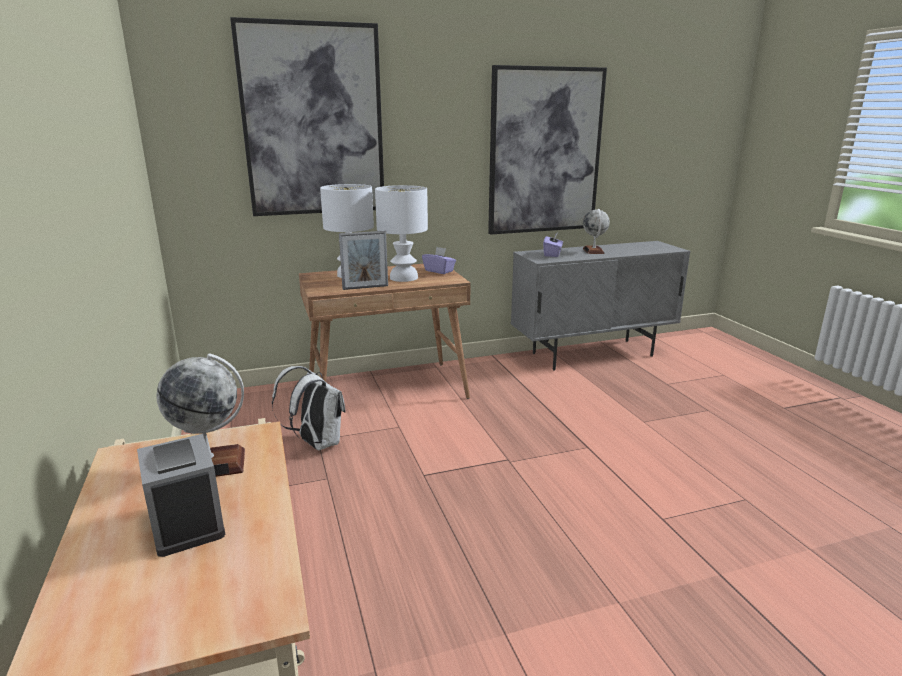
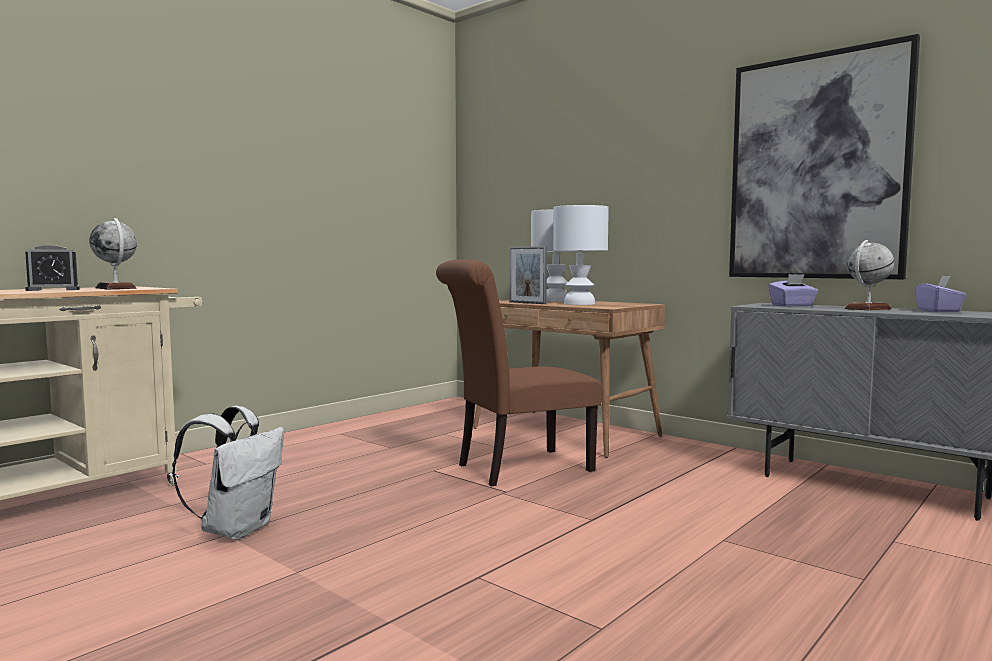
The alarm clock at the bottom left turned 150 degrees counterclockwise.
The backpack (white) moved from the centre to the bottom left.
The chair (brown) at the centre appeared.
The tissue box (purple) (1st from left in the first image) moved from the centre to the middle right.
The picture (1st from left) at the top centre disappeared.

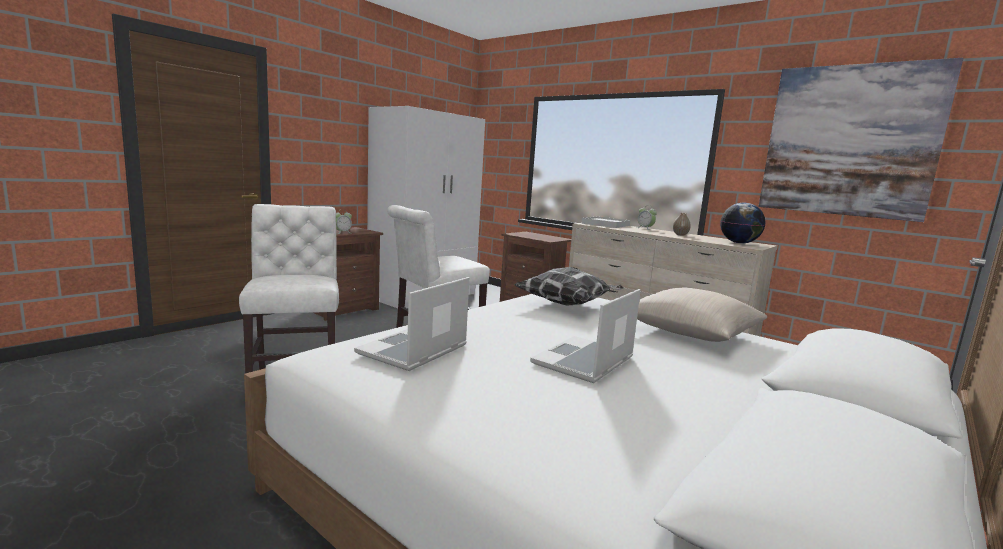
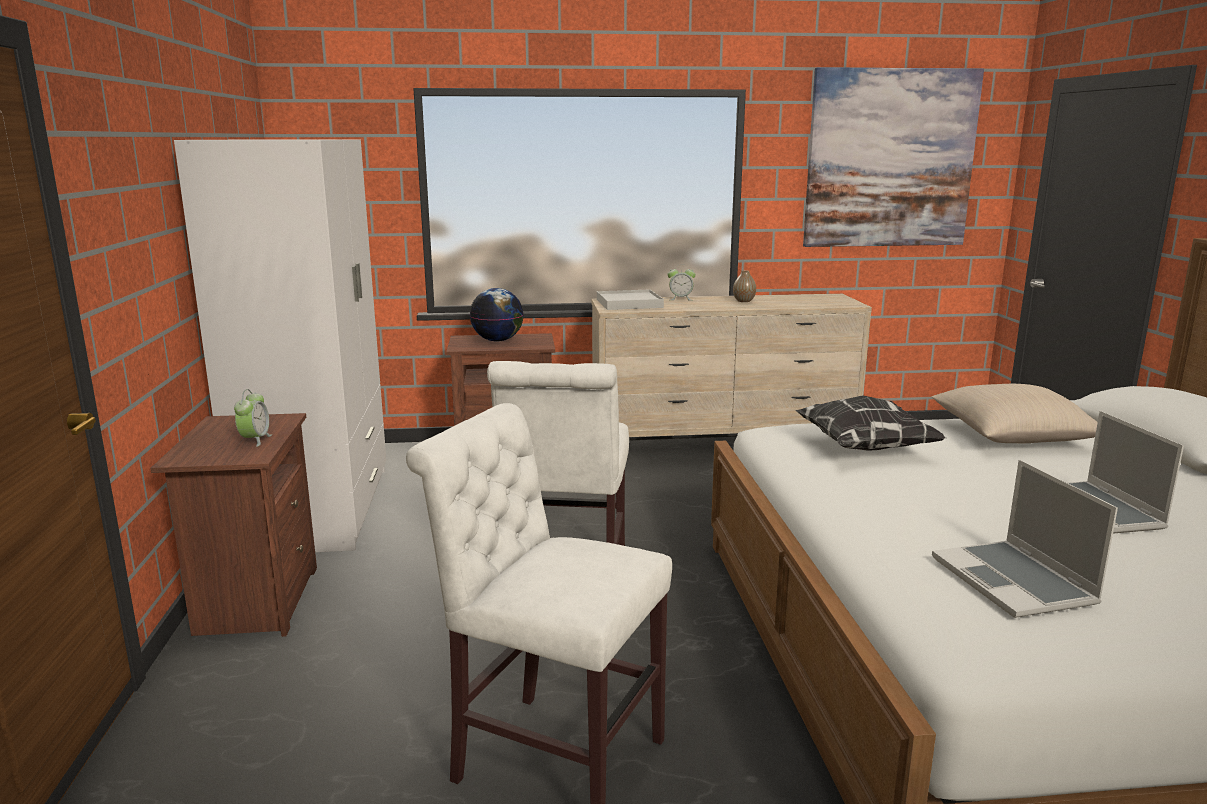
The globe moved from the middle right to the centre.

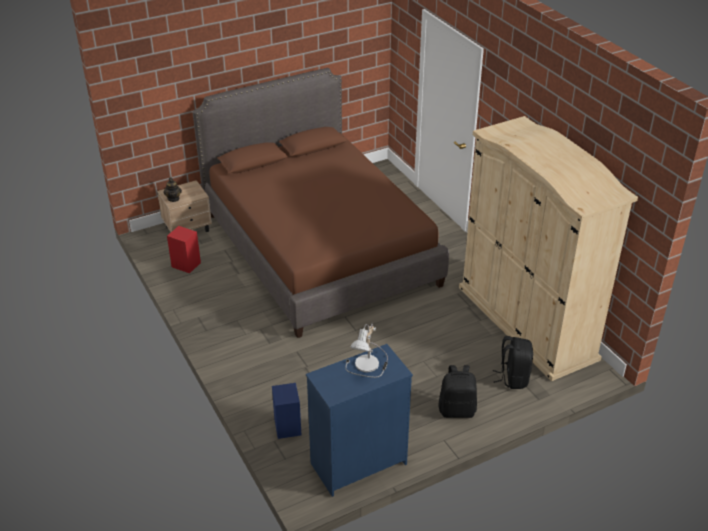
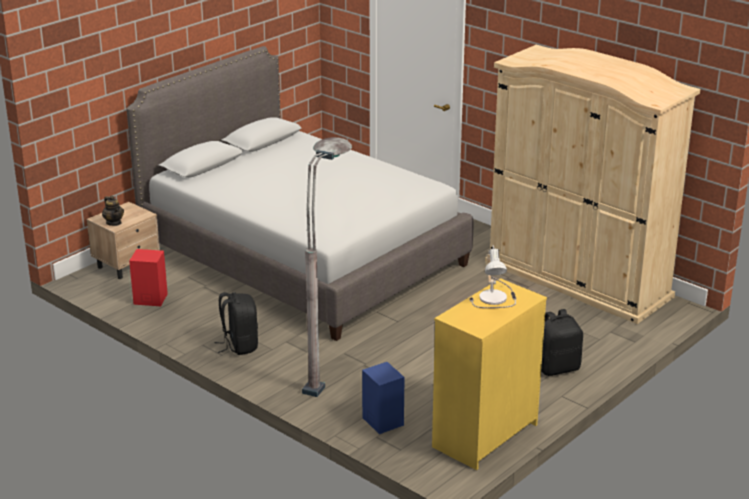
The bed (brown) at the centre became the bed (grey) at the centre.
The backpack (black) (2nd from left in the first image) moved from the bottom right to the middle left.
The floor lamp (grey) at the centre appeared.
The dresser (blue) at the bottom centre became the dresser (yellow) at the bottom centre.

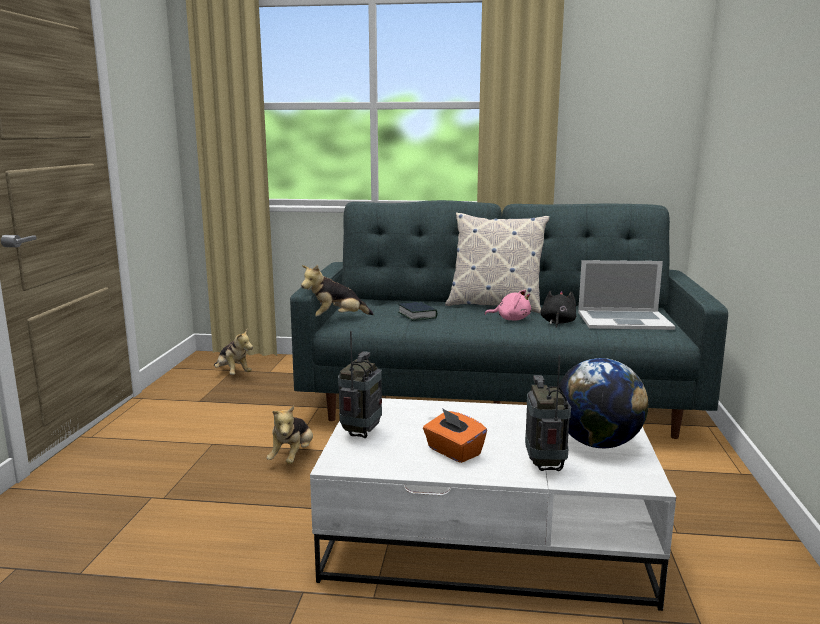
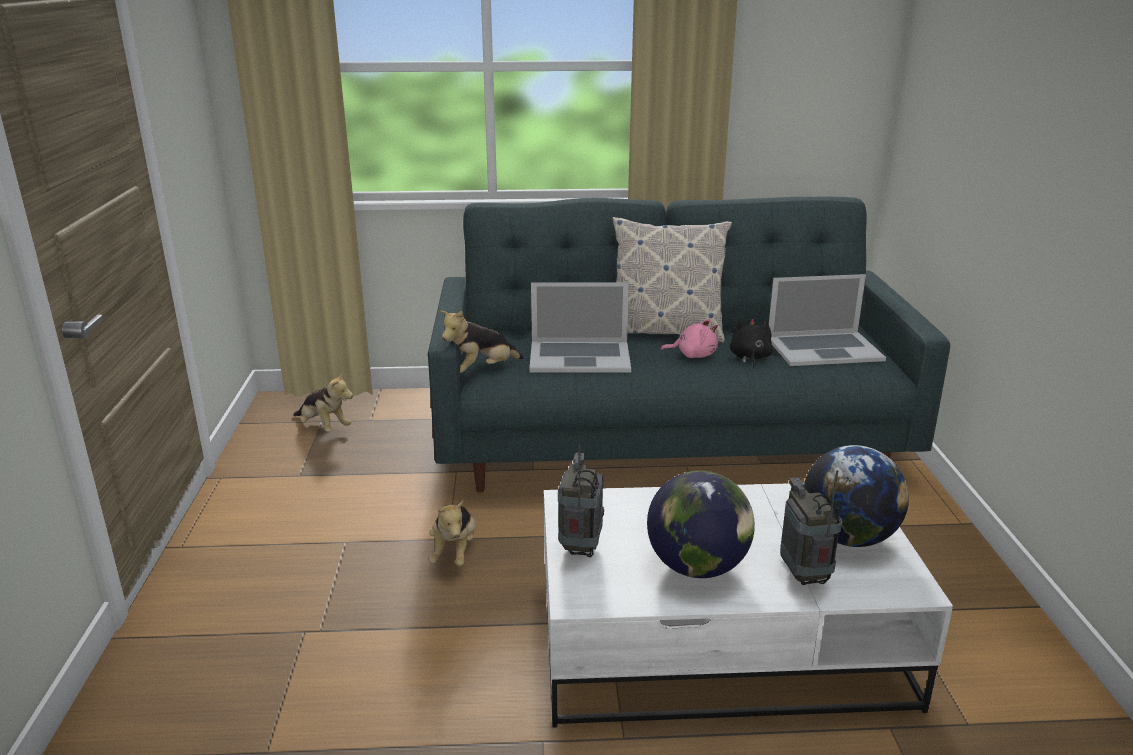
The book at the centre was replaced by the laptop (1st from left) at the centre.
The tissue box (orange) at the bottom centre was replaced by the globe (1st from left) at the bottom centre.

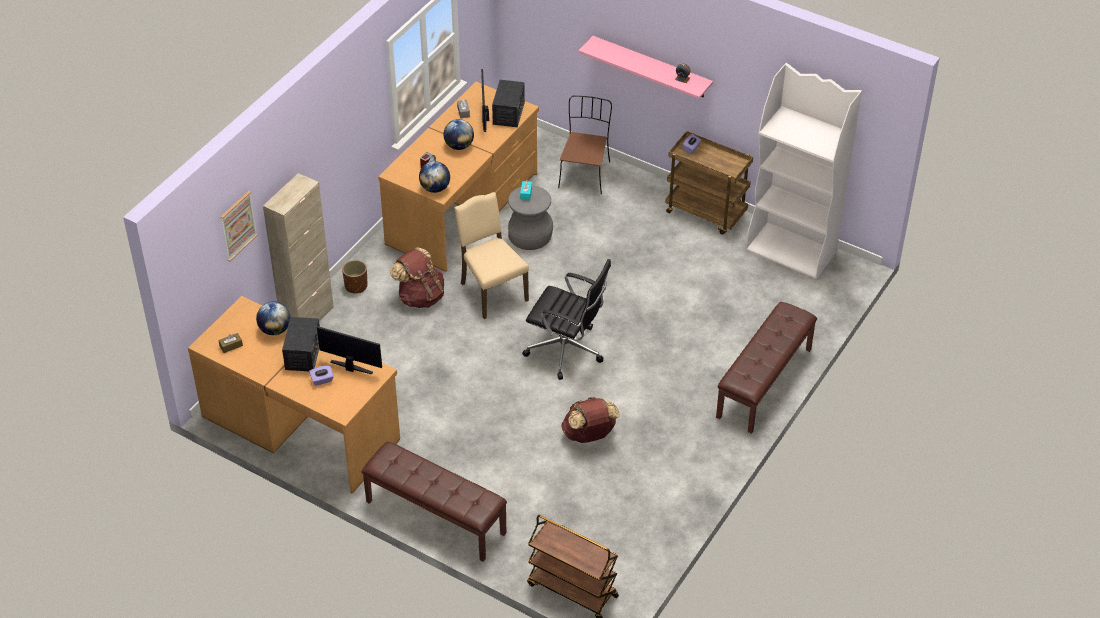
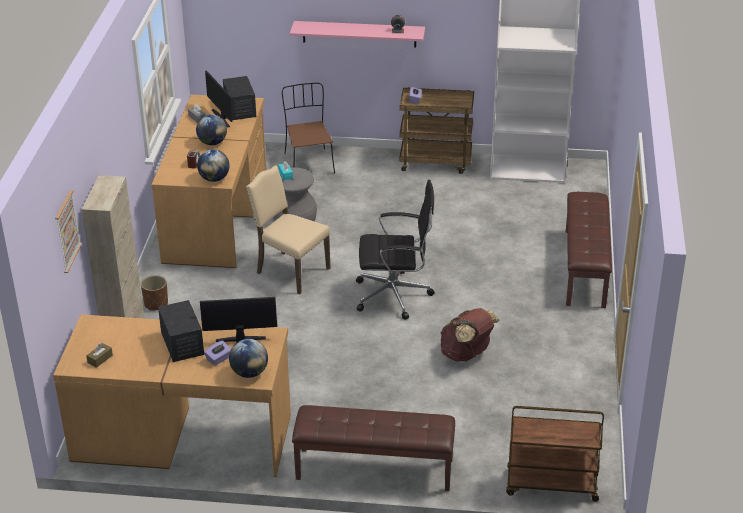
The globe (1st from left in the first image) moved from the middle left to the bottom centre.
The backpack (brown) (1st from left) at the centre disappeared.

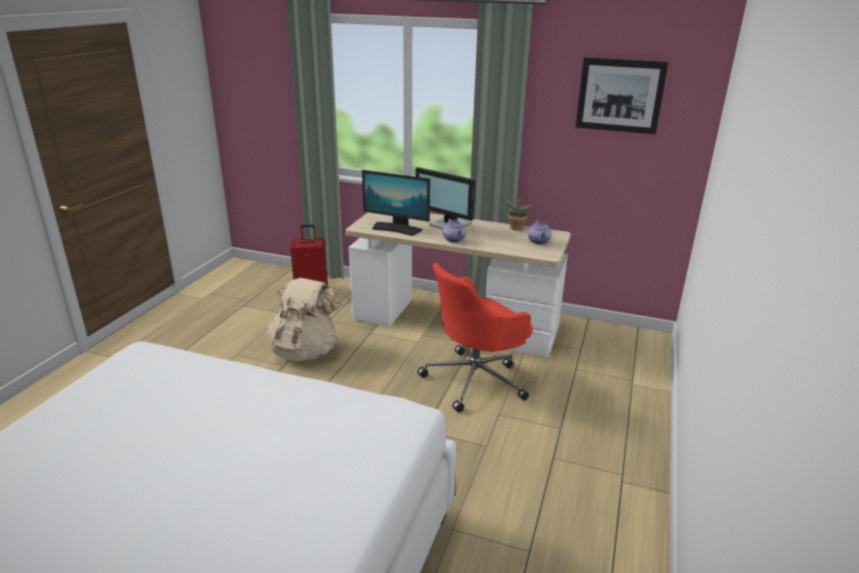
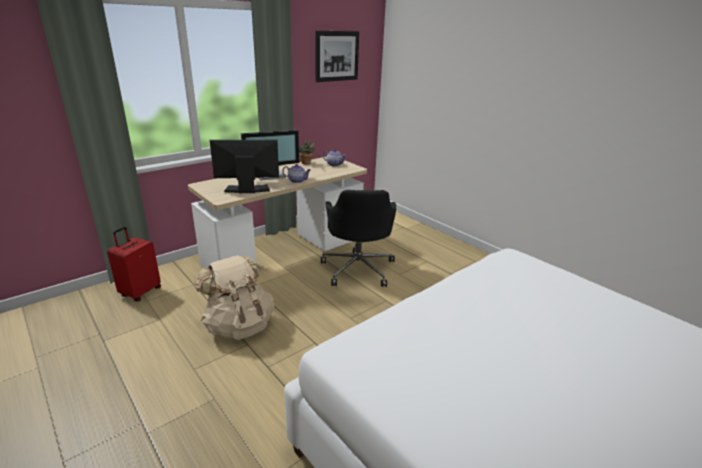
The monitor (1st from left) at the centre turned 150 degrees counterclockwise.
The office chair (red) at the centre became the office chair (black) at the centre.

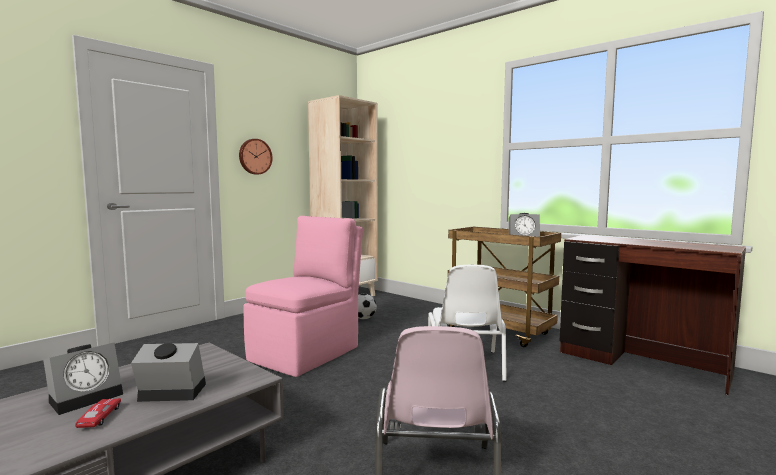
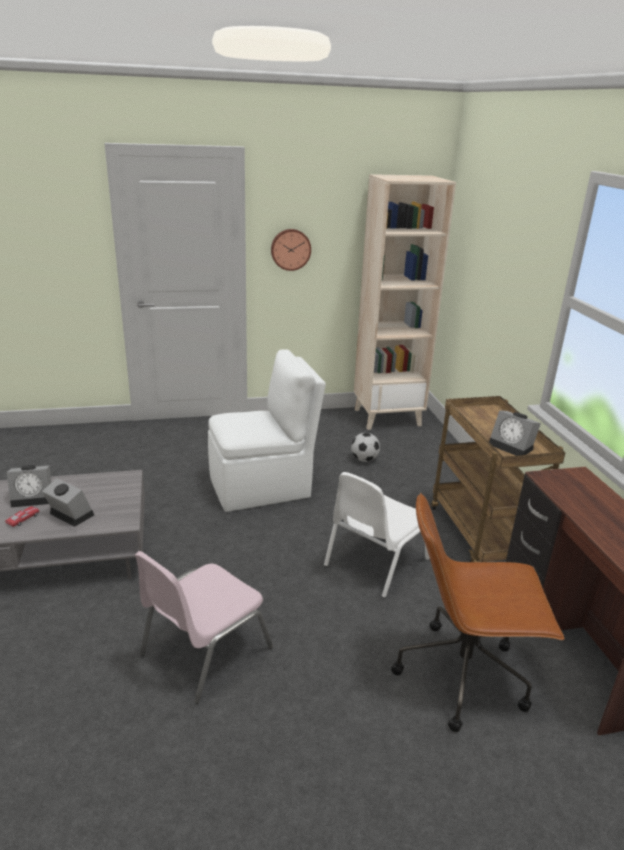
The chair (pink) (1st from left) at the centre became the chair (white) (1st from left) at the centre.
The office chair (brown) at the bottom right appeared.

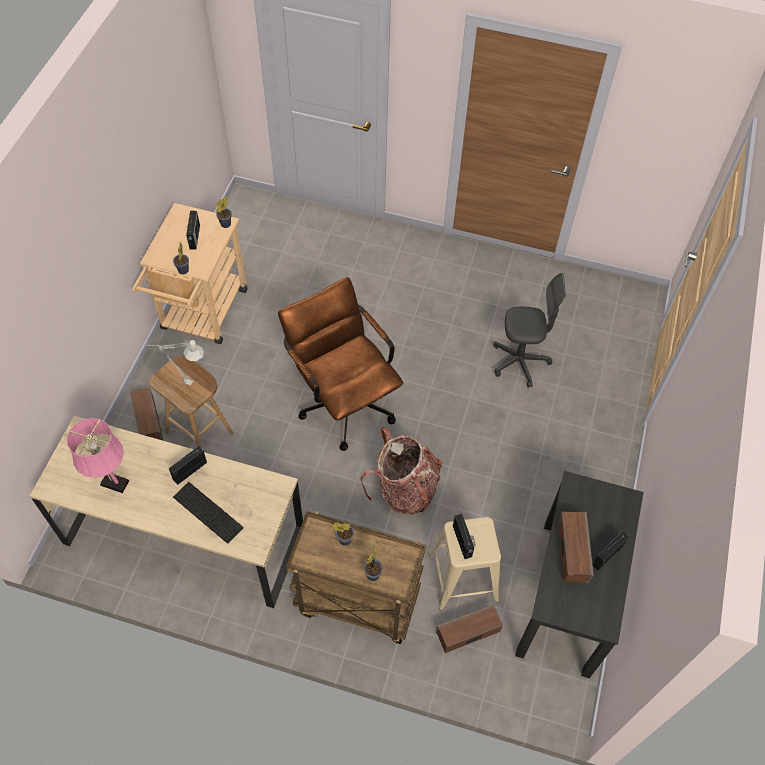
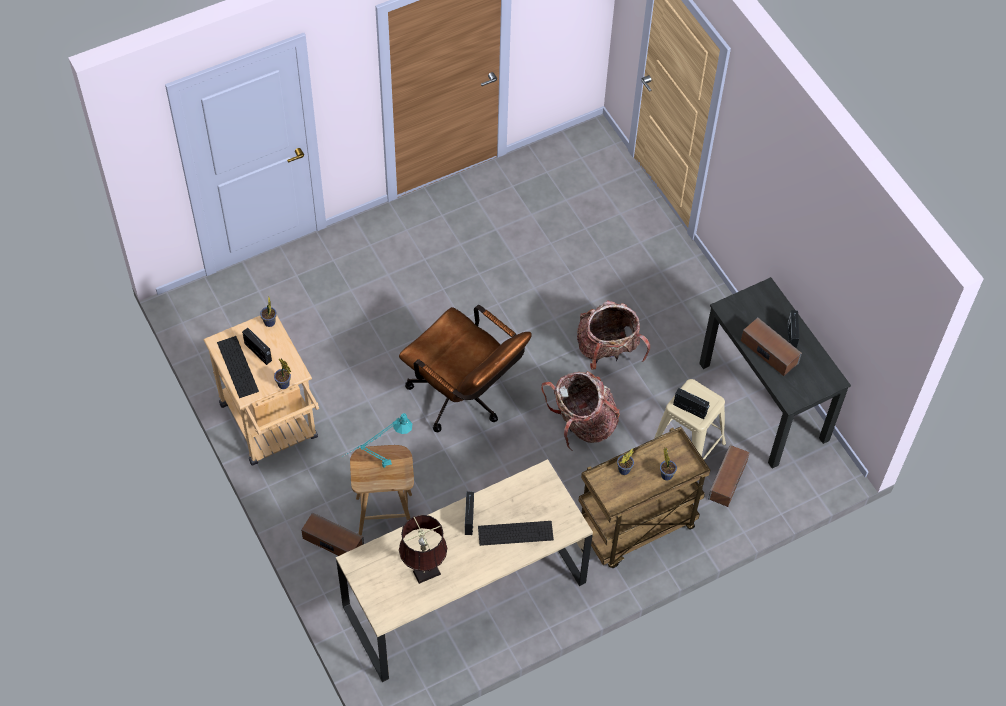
The keyboard (1st from left) at the middle left appeared.
The table lamp (grey) at the middle left became the table lamp (turquoise) at the centre.
The office chair (brown) at the centre turned 150 degrees counterclockwise.
The table lamp (pink) at the middle left became the table lamp (brown) at the bottom centre.
The backpack (2nd from left) at the centre appeared.
The office chair (grey) at the middle right disappeared.

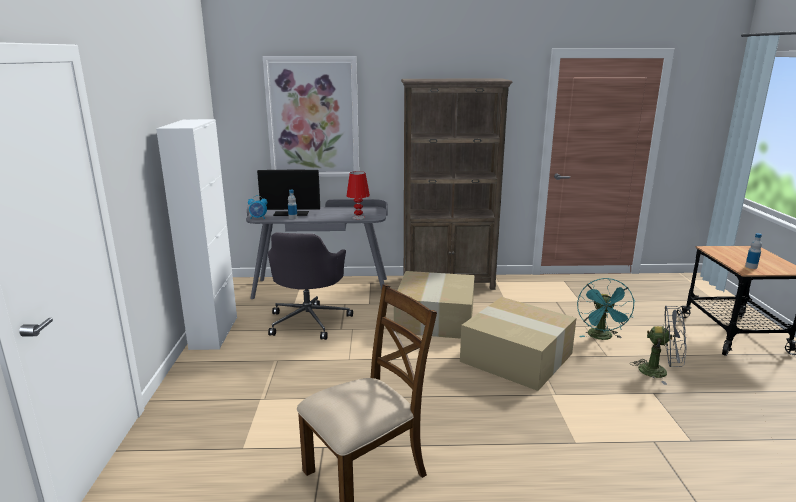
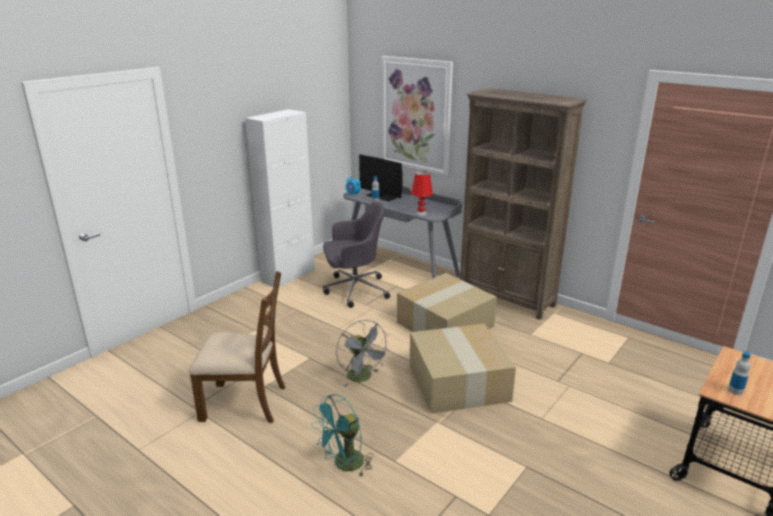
The fan (turquoise) moved from the middle right to the bottom centre.
The office chair (grey) at the centre turned 150 degrees counterclockwise.
The fan (grey) moved from the bottom right to the bottom centre.

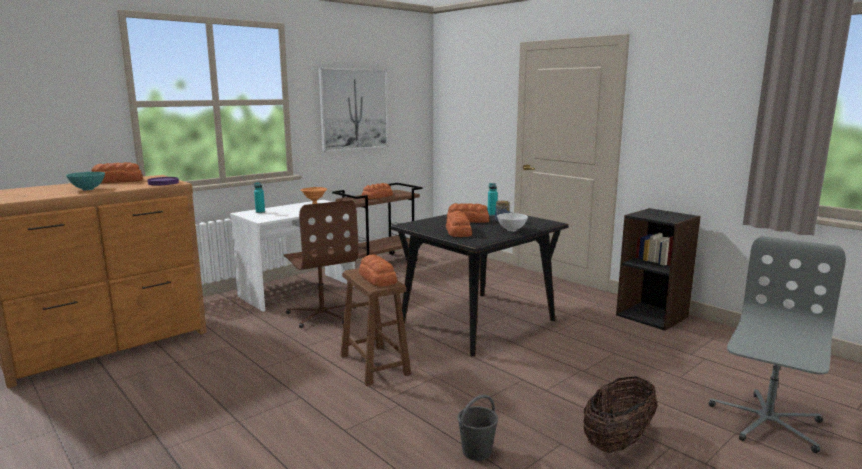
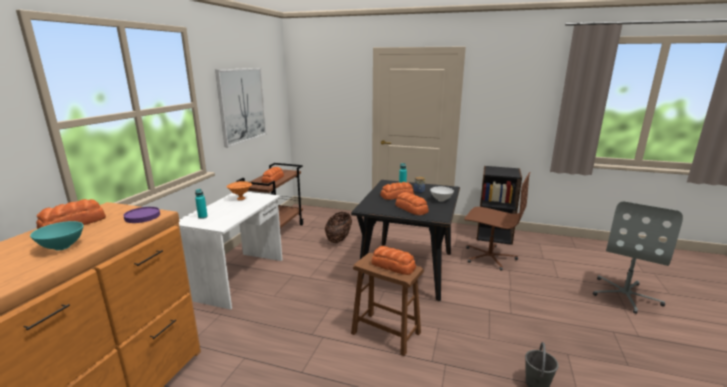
The basket moved from the bottom right to the centre.
The office chair (brown) moved from the centre to the middle right.
The office chair (grey) at the bottom right turned 150 degrees counterclockwise.

